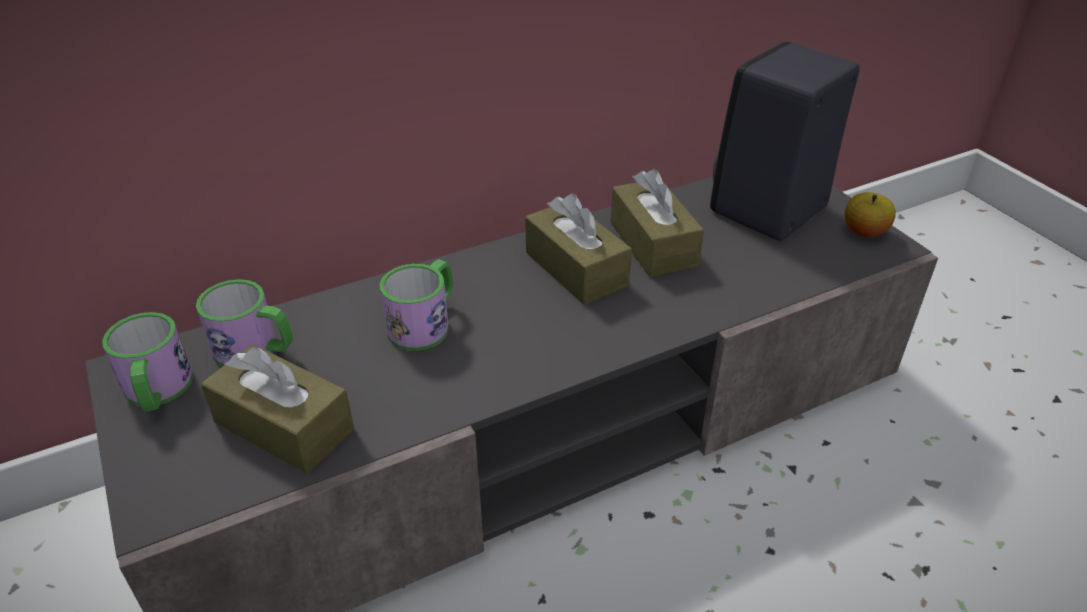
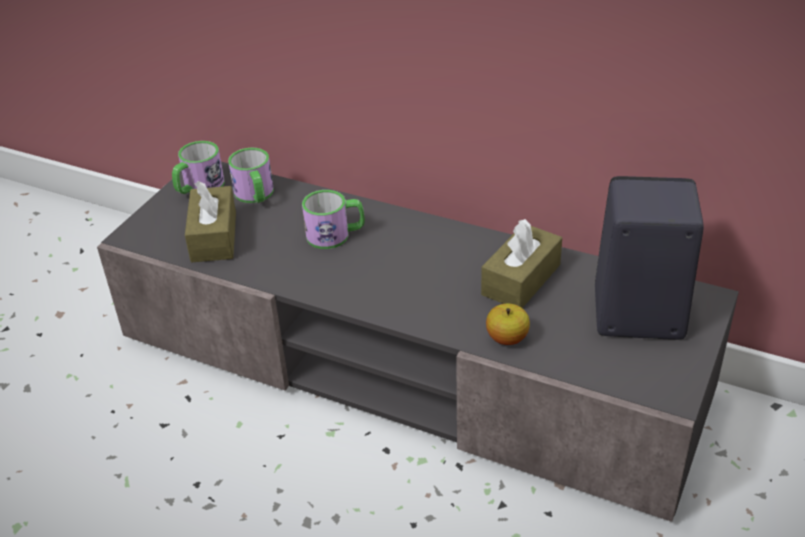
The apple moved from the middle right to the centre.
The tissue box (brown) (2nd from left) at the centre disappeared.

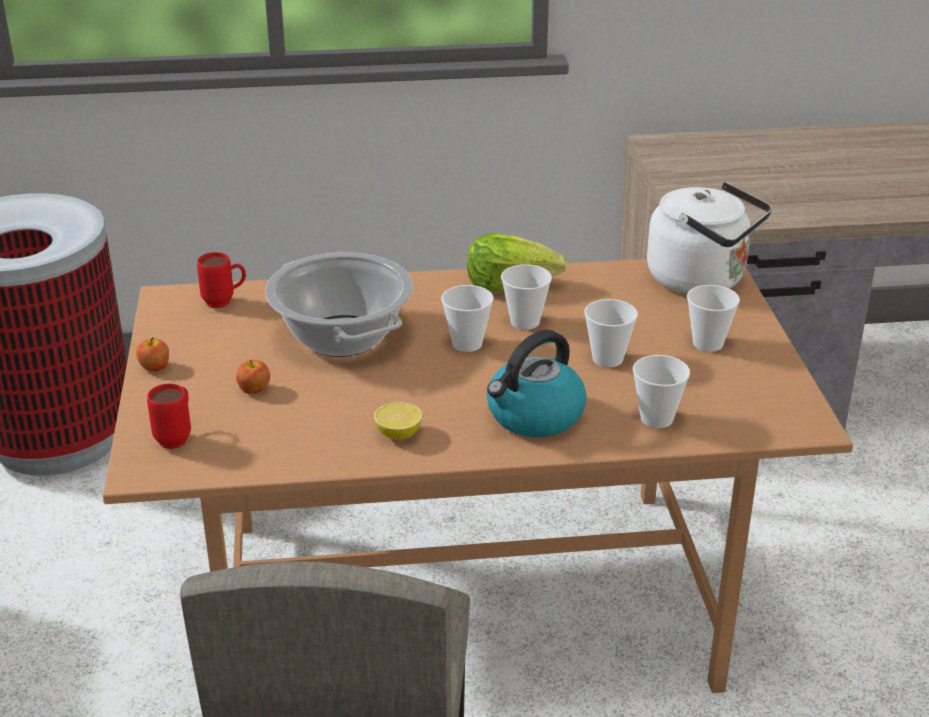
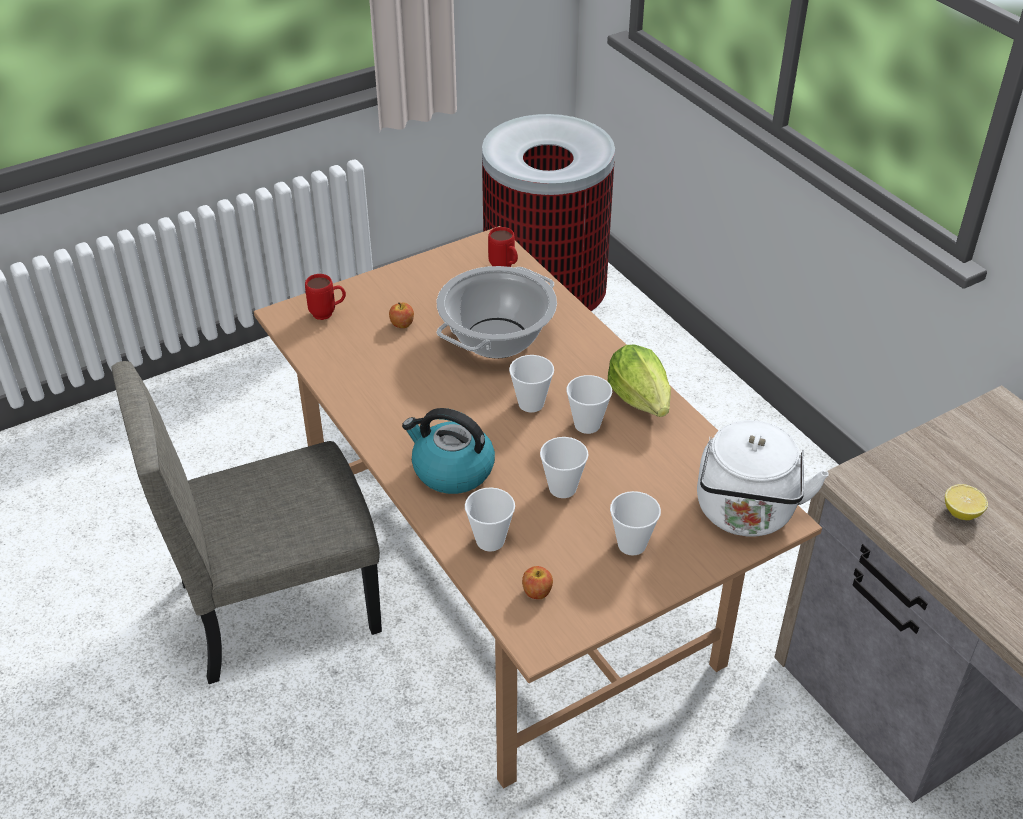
The apple (1st from left in the first image) moved from the middle left to the bottom centre.
The lemon moved from the centre to the middle right.

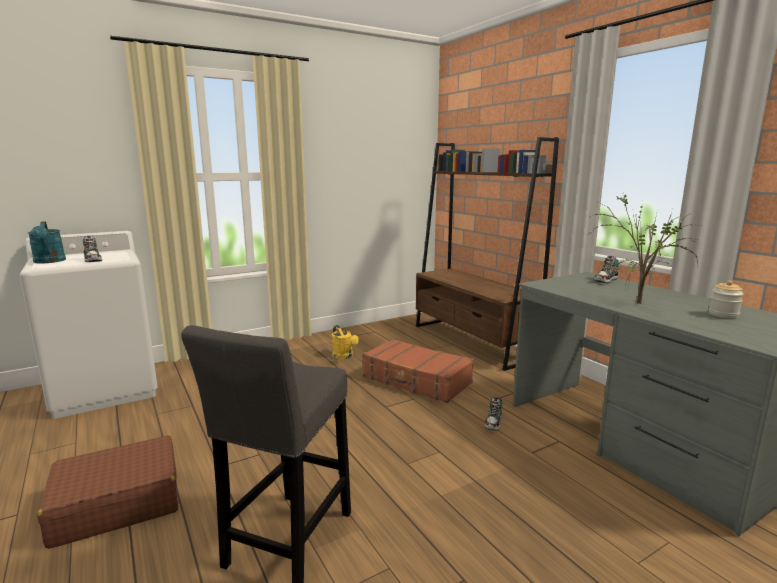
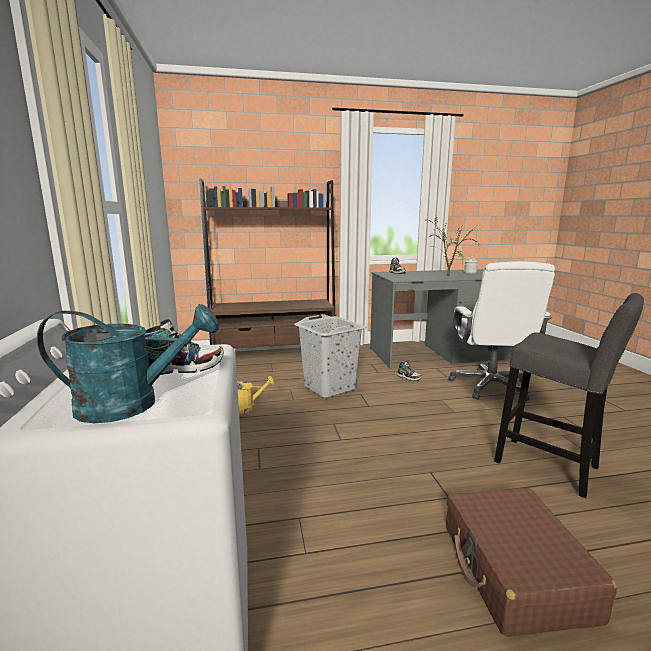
The suitcase (brown) (2nd from left) at the centre was replaced by the laundry basket (grey) at the centre.
The office chair (white) at the middle right appeared.

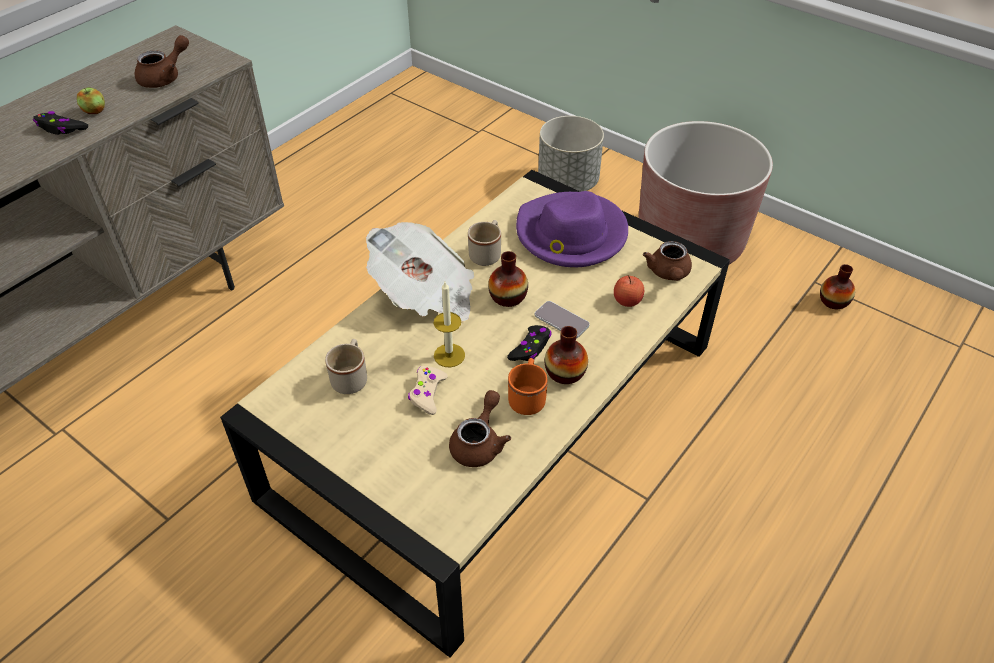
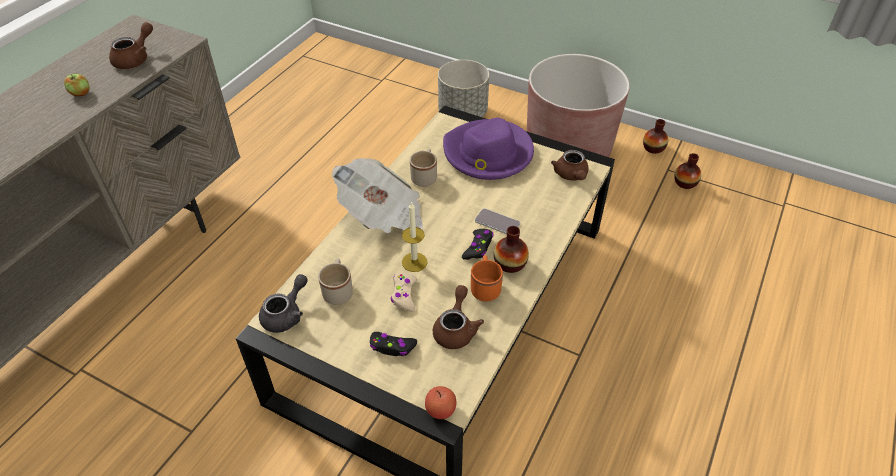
The teapot (grey) at the middle left appeared.
The game controller (black) (1st from left) moved from the top left to the bottom centre.
The apple (2nd from left) moved from the centre to the bottom centre.
The vase (1st from left in the first image) moved from the centre to the top right.

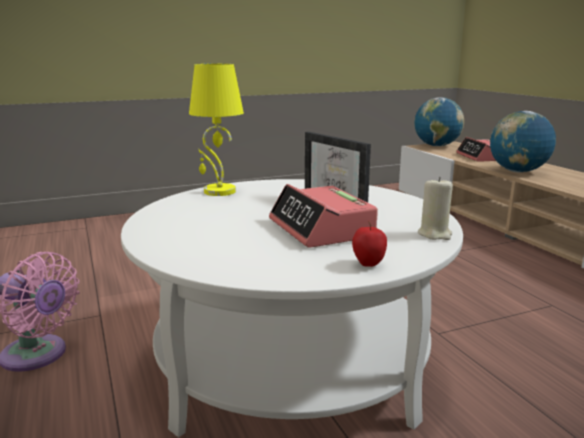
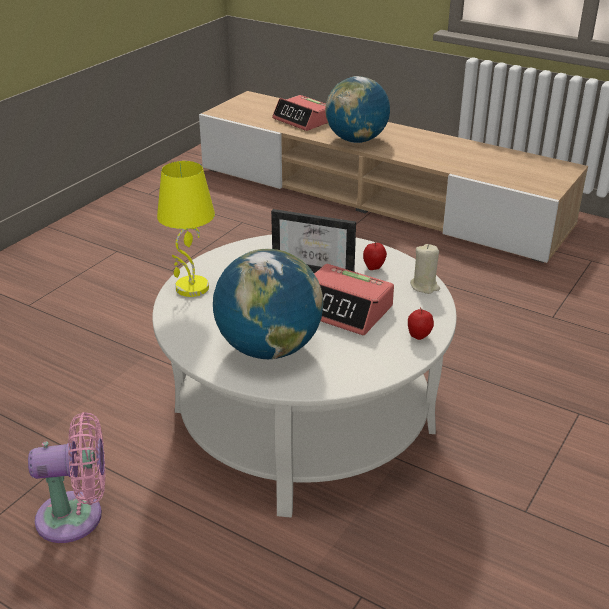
The globe (1st from left) moved from the top right to the centre.
The apple (1st from left) at the centre appeared.

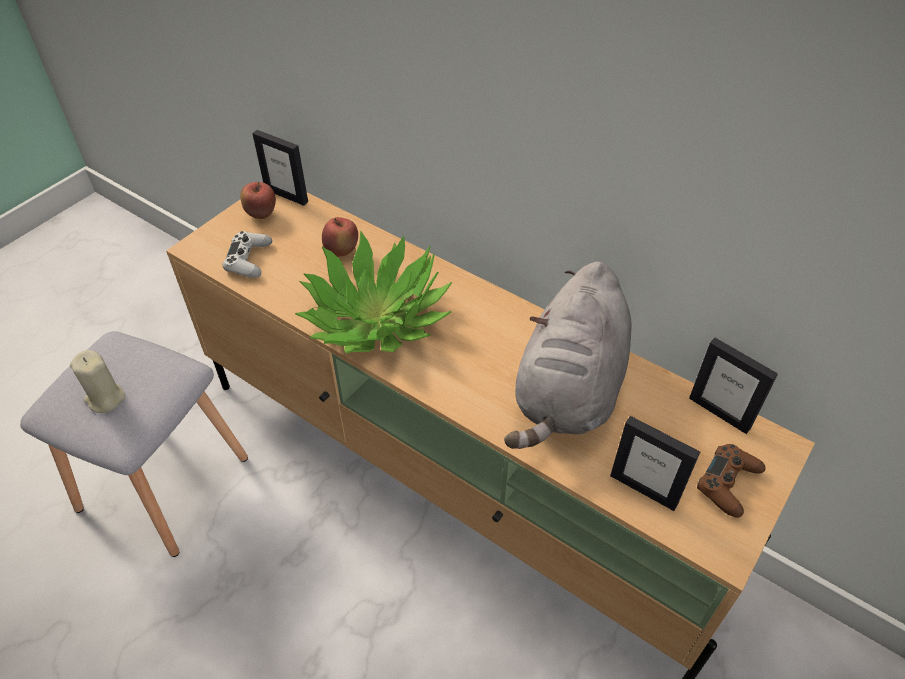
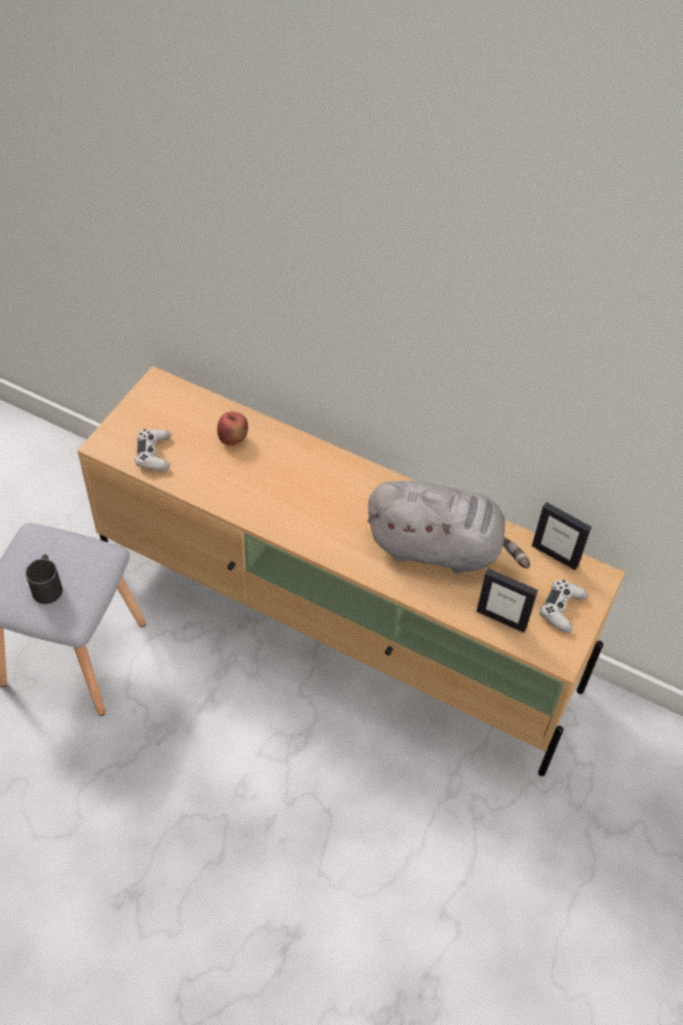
The candle (beige) at the middle left was replaced by the mug (black) at the middle left.
The plush toy (grey) at the centre turned 90 degrees counterclockwise.
The game controller (brown) at the bottom right became the game controller (white) (2nd from left) at the middle right.
The apple (1st from left) at the top left disappeared.
The picture frame (1st from left) at the top left disappeared.
The potted plant at the centre disappeared.

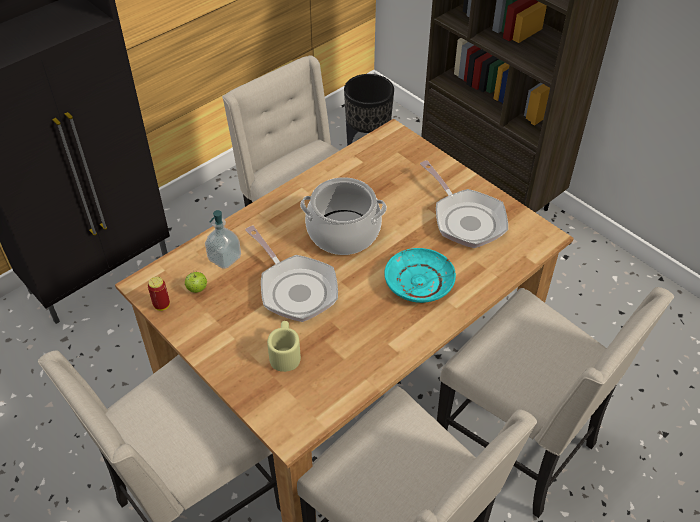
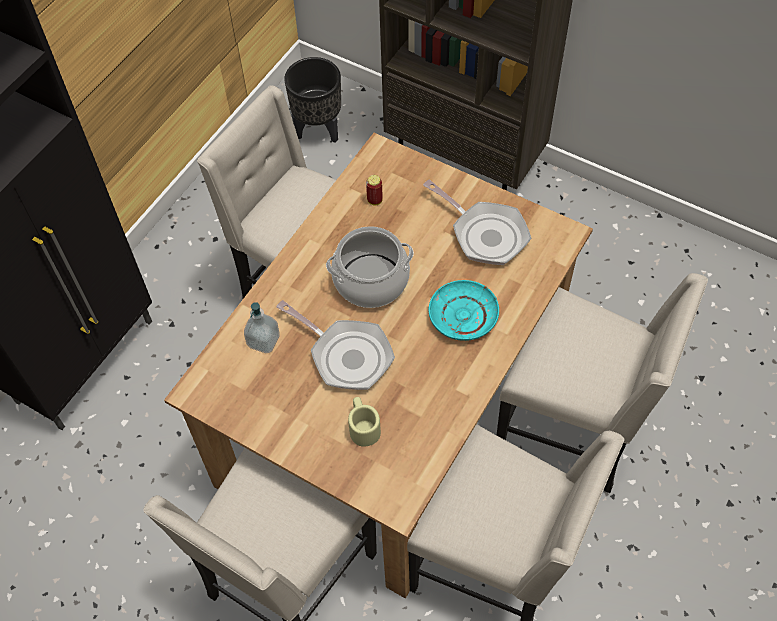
The can moved from the middle left to the top centre.
The apple at the middle left disappeared.

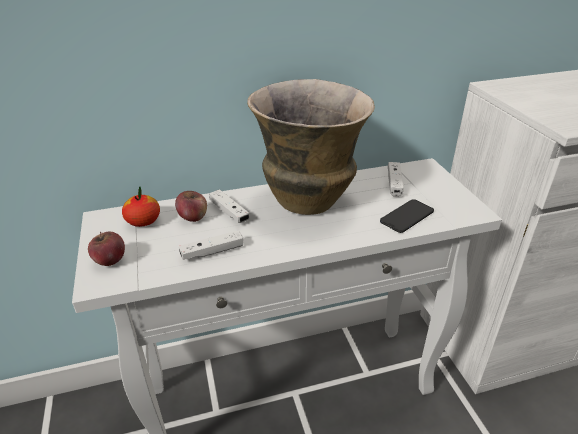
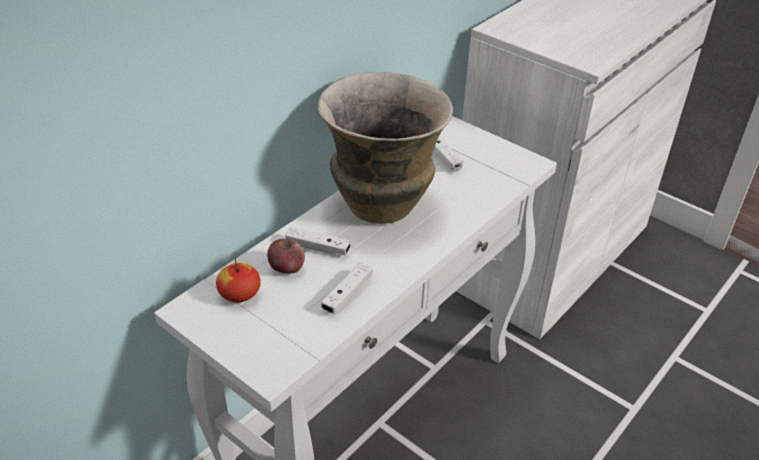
The apple (1st from left) at the middle left disappeared.
The phone at the middle right disappeared.

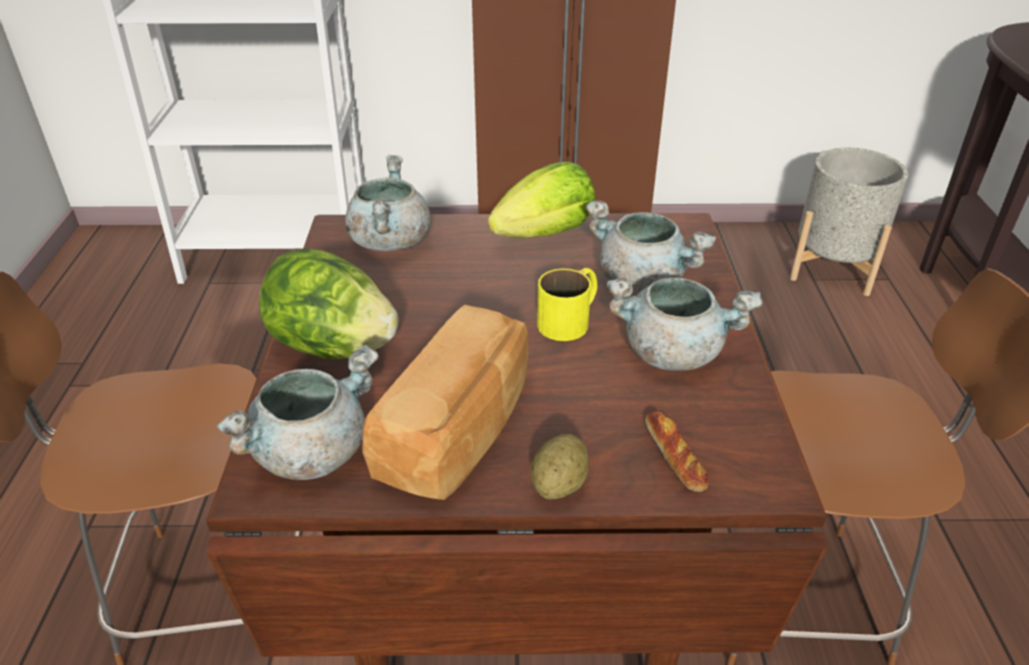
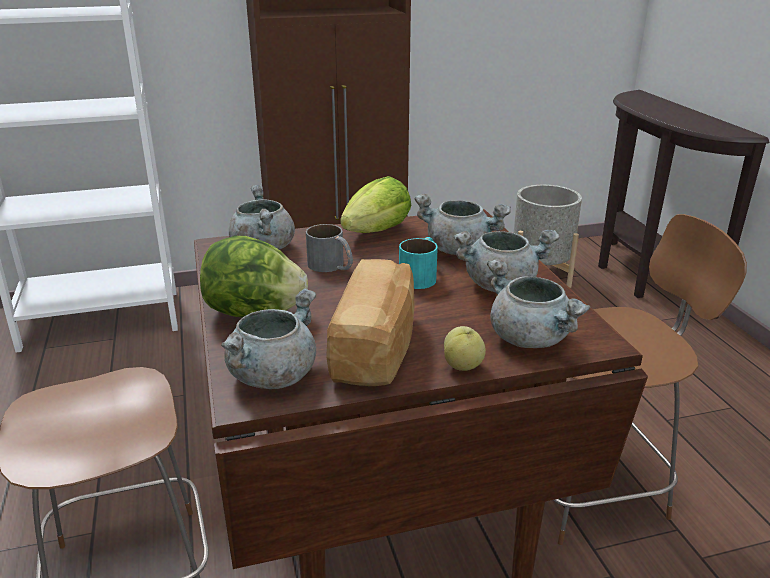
The mug (grey) at the centre appeared.
The mug (yellow) at the centre became the mug (turquoise) at the centre.
The potato at the bottom centre was replaced by the apple at the centre.
The bread (2nd from left) at the bottom centre was replaced by the cooking pot (grey) (5th from left) at the middle right.

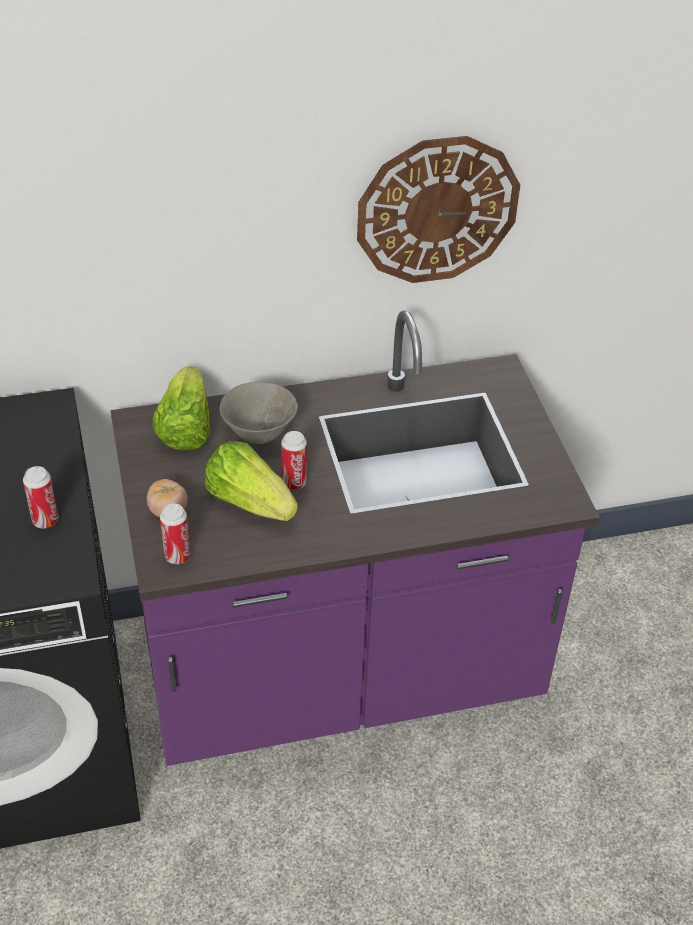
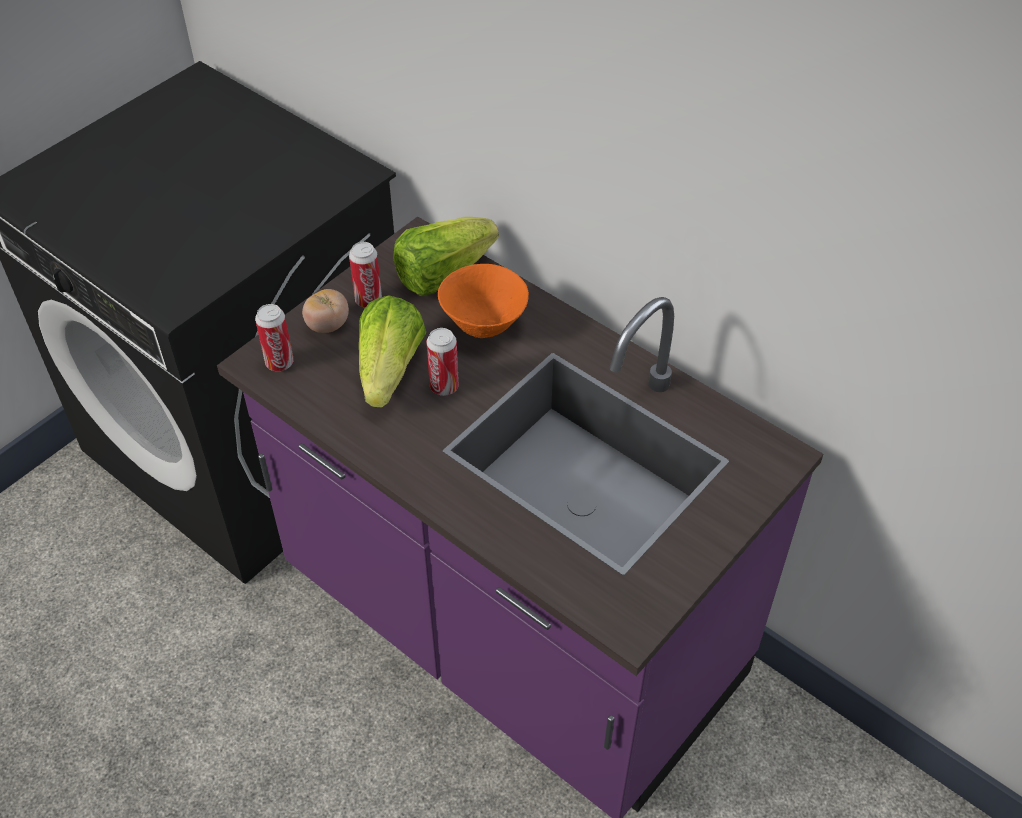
The can (1st from left in the first image) moved from the middle left to the centre.
The bowl (grey) at the centre became the bowl (orange) at the centre.
The wall clock at the top centre disappeared.

